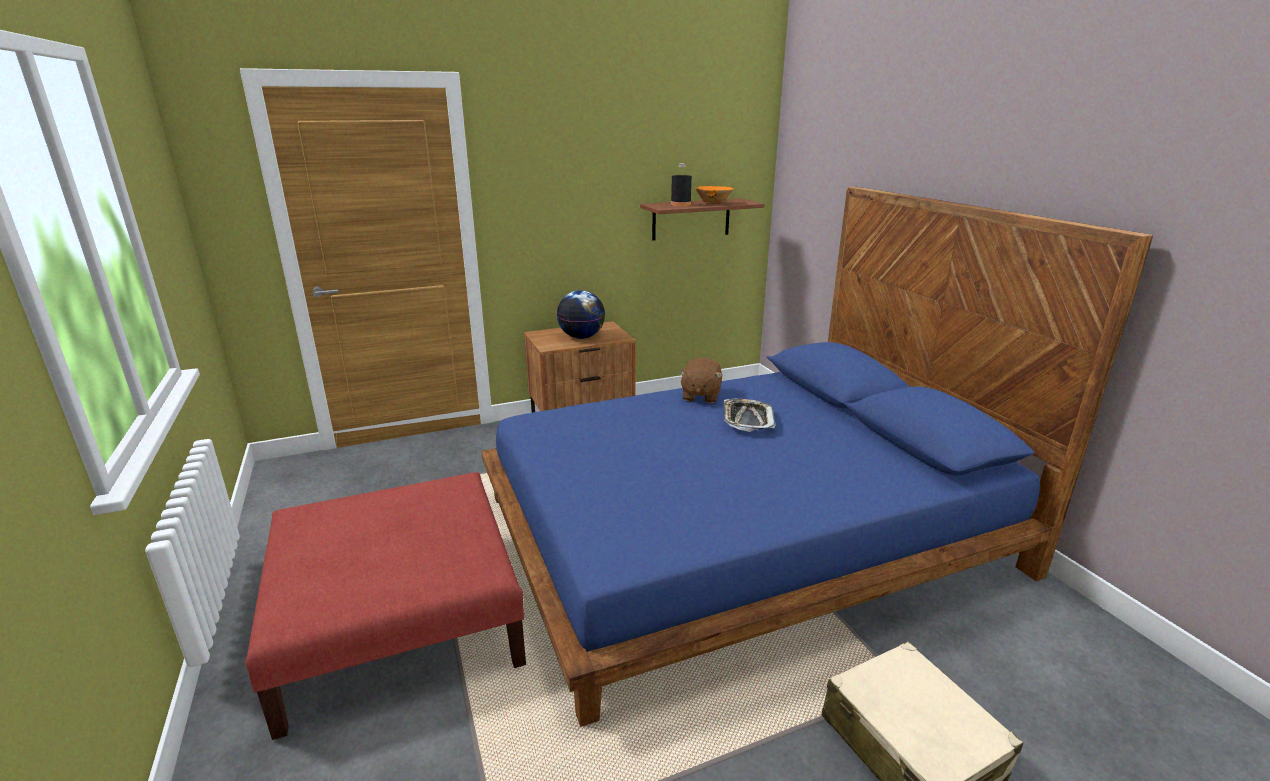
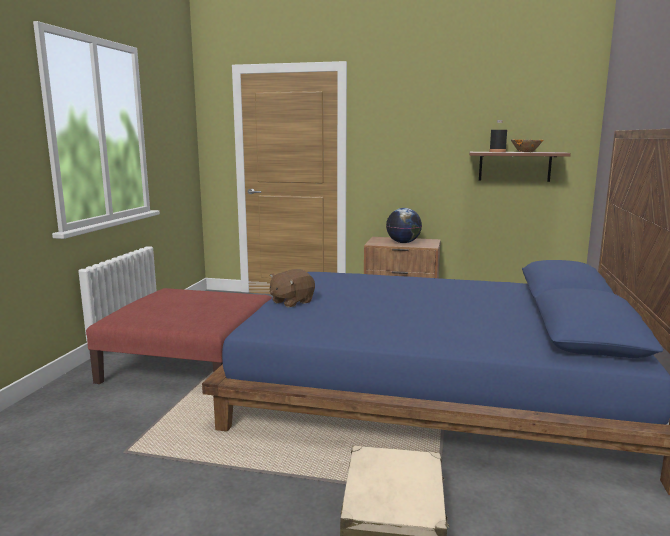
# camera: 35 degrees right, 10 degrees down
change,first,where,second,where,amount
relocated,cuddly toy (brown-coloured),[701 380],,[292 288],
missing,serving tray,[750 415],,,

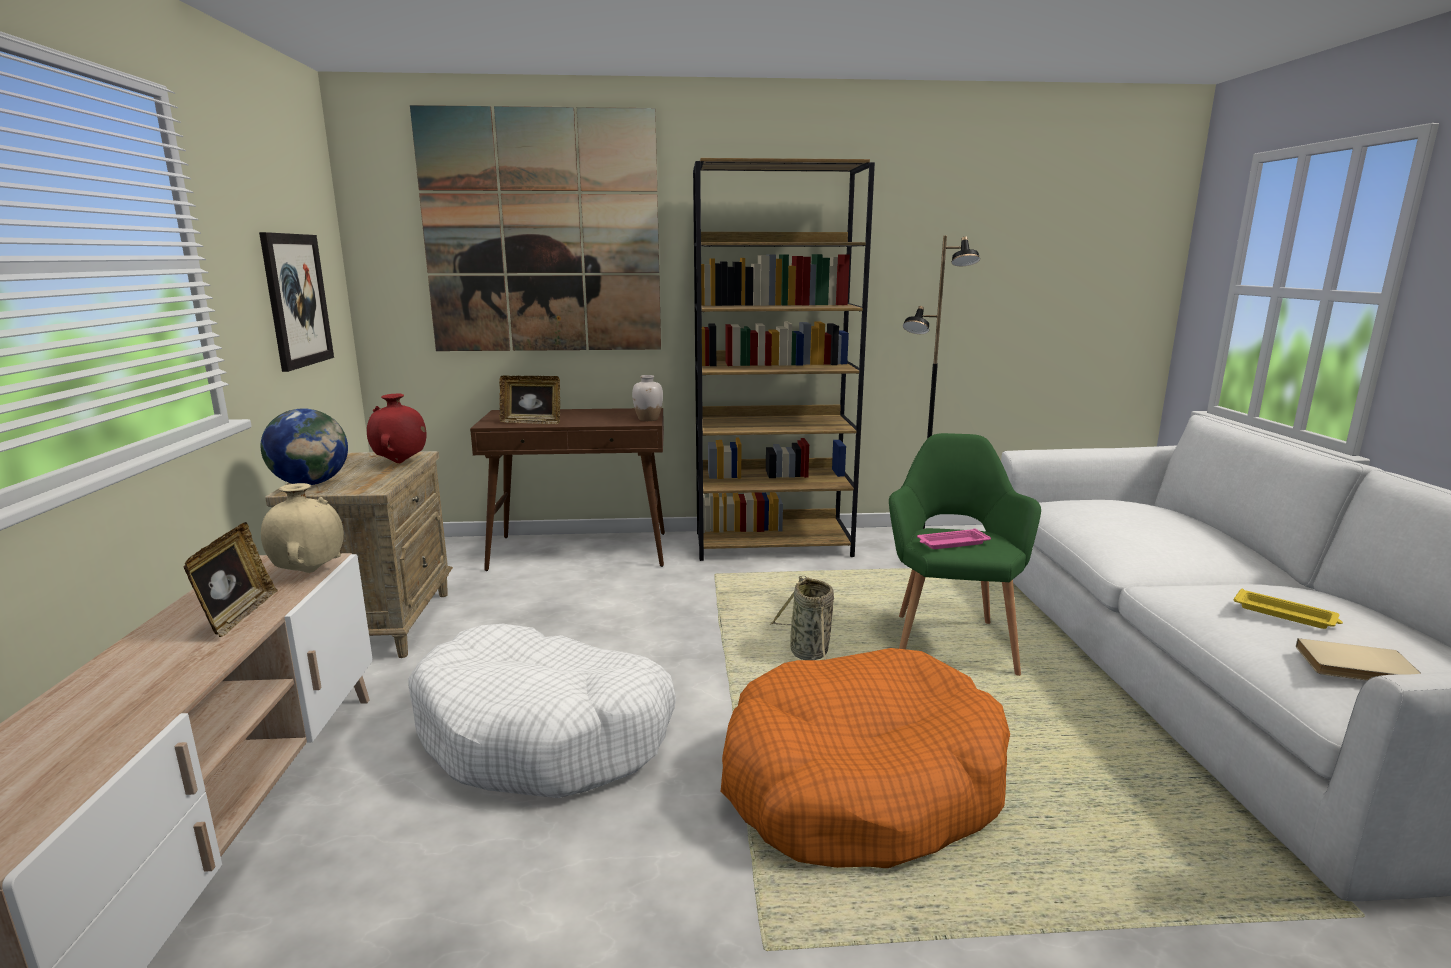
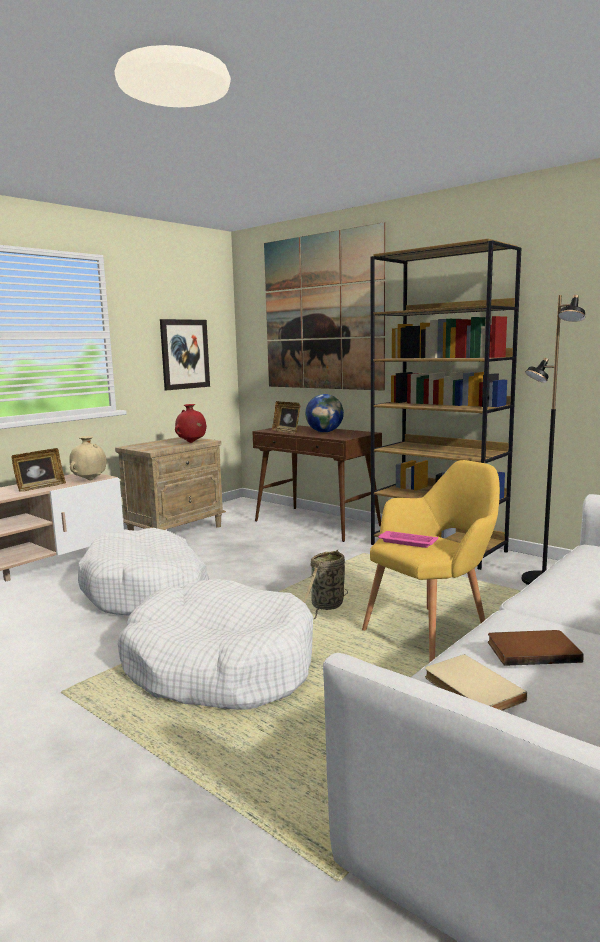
# camera: 45 degrees right, 5 degrees down
change,first,where,second,where,amount
relocated,globe,[304 446],,[324 413],
missing,vase (white),[647 398],,,
colour,pet bed (orange),[865 758],pet bed (white),[215 644],
colour,armchair (green-coloured),[965 554],armchair (yellow-coloured),[431 561],
exchanged,serving tray (yellow-coloured),[1288 609],book (brown-coloured),[536 648],

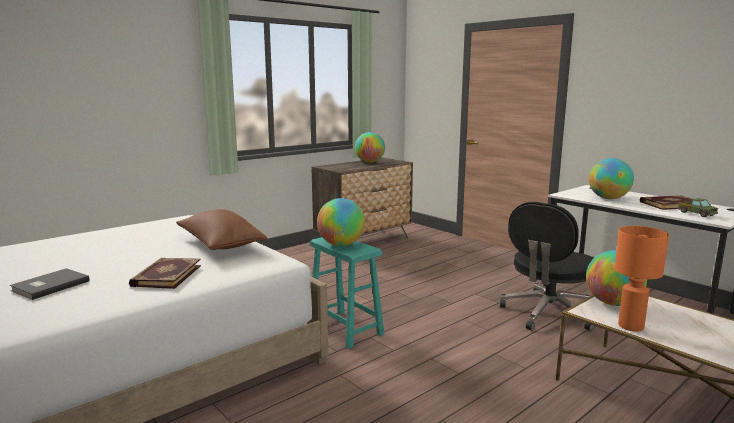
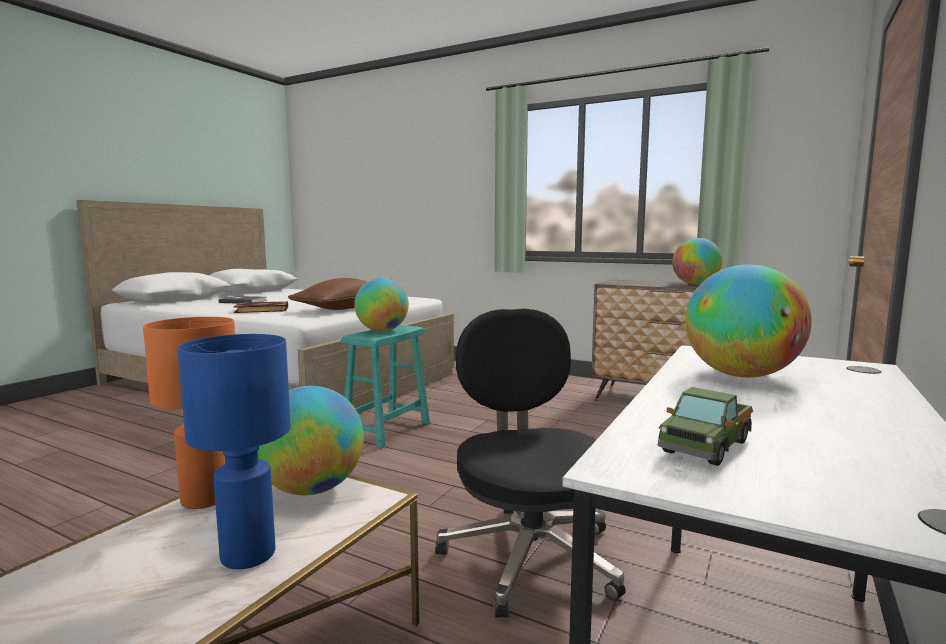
# camera: 70 degrees right, 5 degrees down
change,first,where,second,where,amount
spun,desk chair (black),[546 266],,[530 463],60 degrees clockwise
missing,book,[666 202],,,
appeared,,,lamp for a table (bluish),[234 451],

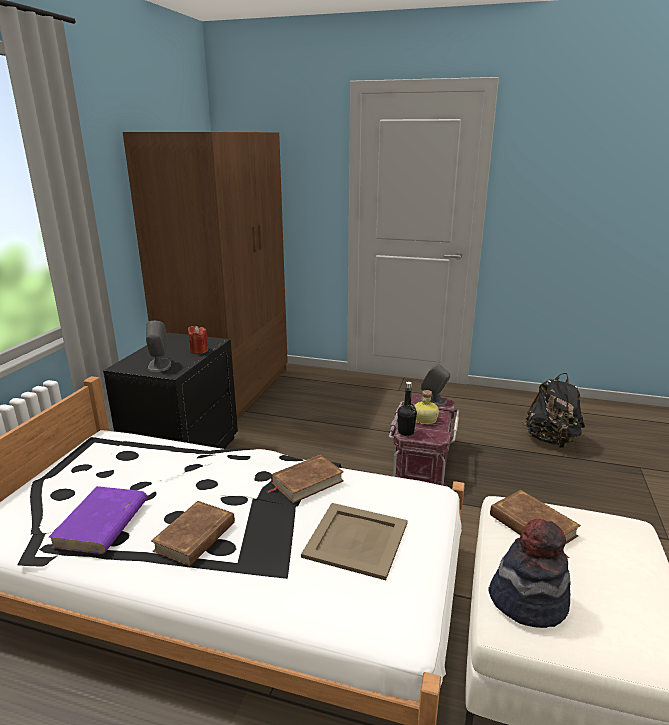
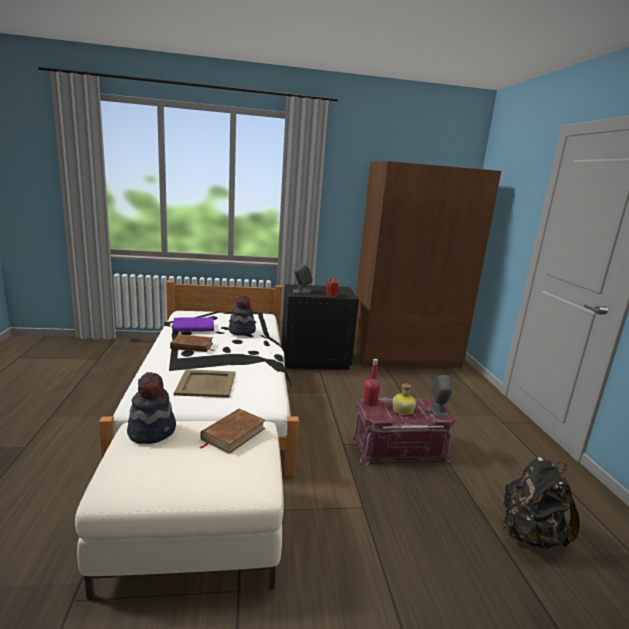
# camera: 65 degrees right, 5 degrees down
change,first,where,second,where,amount
missing,book (brown-coloured),[305 479],,,
colour,drink bottle (black),[407 409],drink bottle (red-coloured),[372 382],
appeared,,,hat,[242 315],

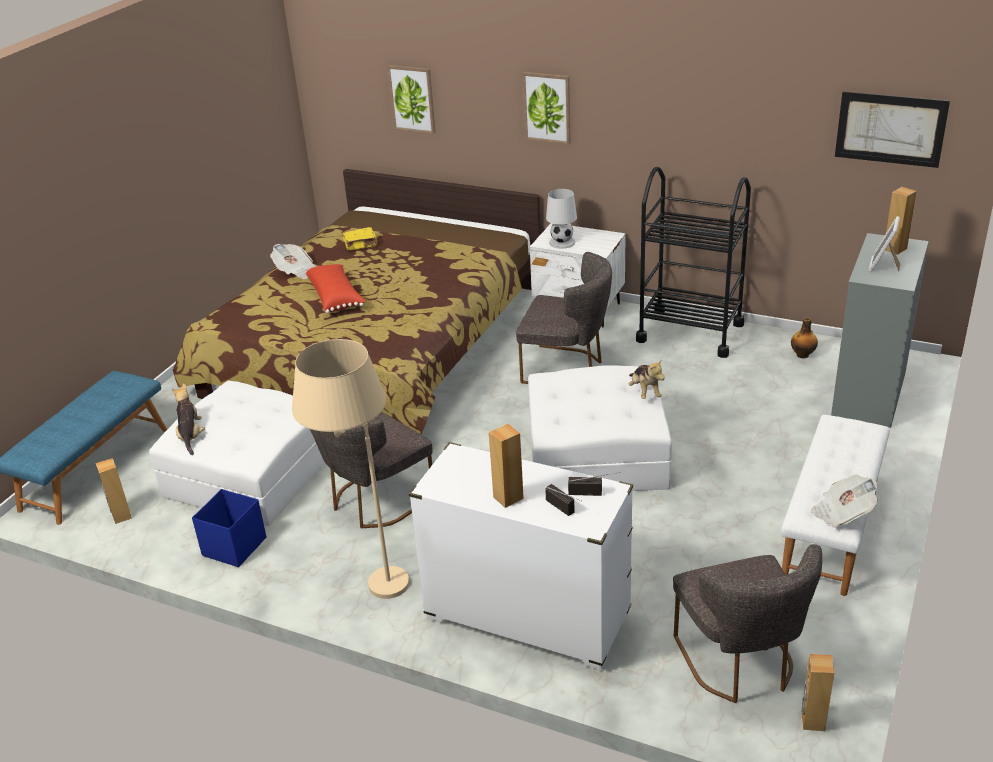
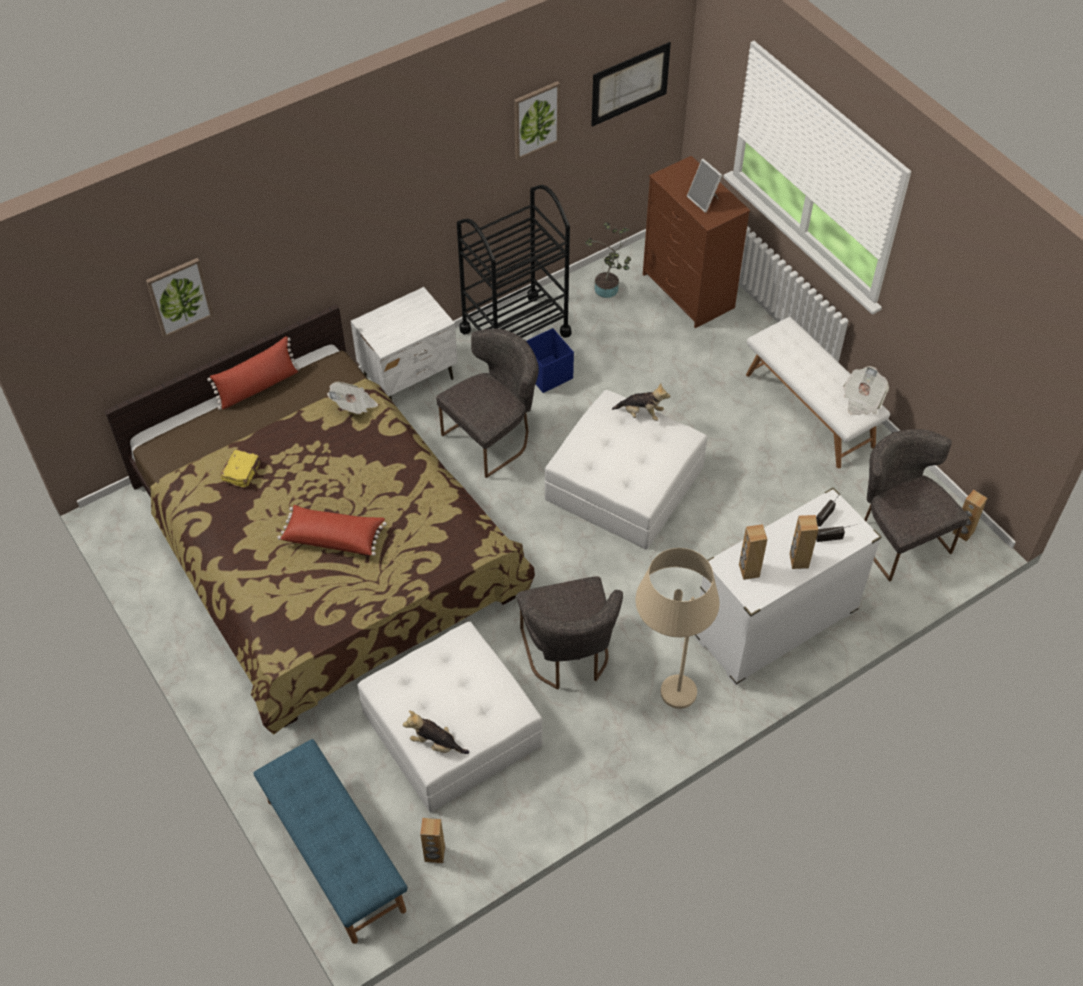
# camera: 60 degrees left, 20 degrees up
change,first,where,second,where,amount
relocated,storage box (bluish),[229 528],,[550 360],
relocated,daily paper,[293 261],,[352 398],
relocated,picture,[546 108],,[537 120],
missing,lamp for a table (white),[561 219],,,
spun,chair (greyish),[747 623],,[916 505],135 degrees counterclockwise
exchanged,drink bottle,[804 337],potted plant,[608 260],
colour,drawer chest (greyish),[880 330],drawer chest (brown-coloured),[696 242],
relocated,loudspeaker (brown-coloured),[901 221],,[753 552],
appeared,,,pillow (red-coloured),[253 373],

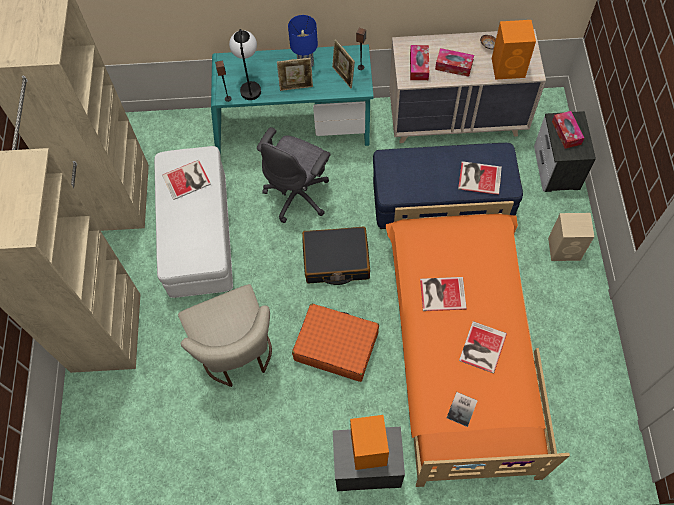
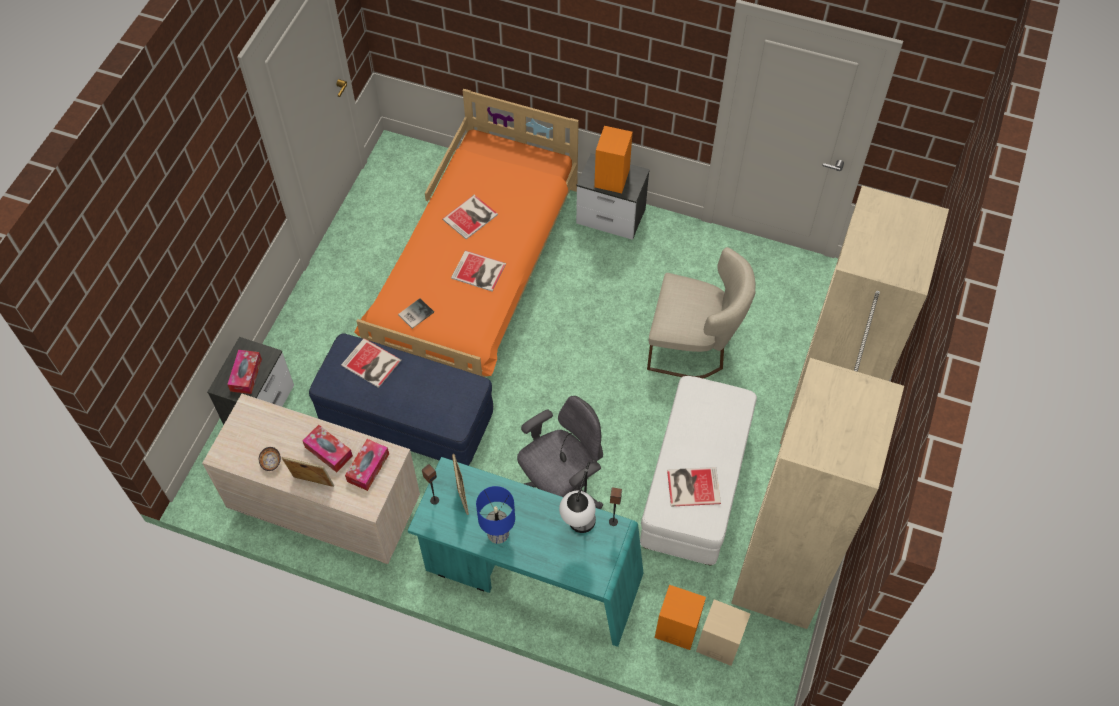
# camera: 160 degrees left, 5 degrees down
change,first,where,second,where,amount
spun,chair (sand-coloured),[225 335],,[701 312],105 degrees clockwise
relocated,photo frame,[295 74],,[308 472],
missing,travel case (orange),[335 343],,,
missing,travel case (black),[336 256],,,
relocated,book,[462 409],,[416 313],
relocated,loudspeaker (orange),[514 50],,[680 617],
relocated,loudspeaker (sand-coloured),[571 237],,[723 632],

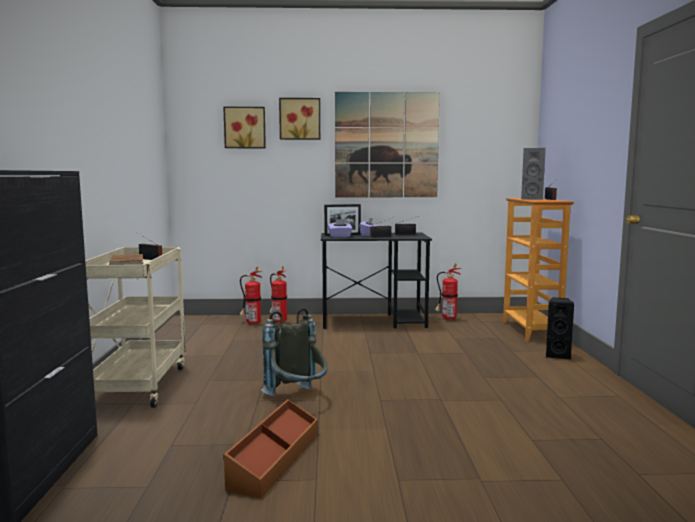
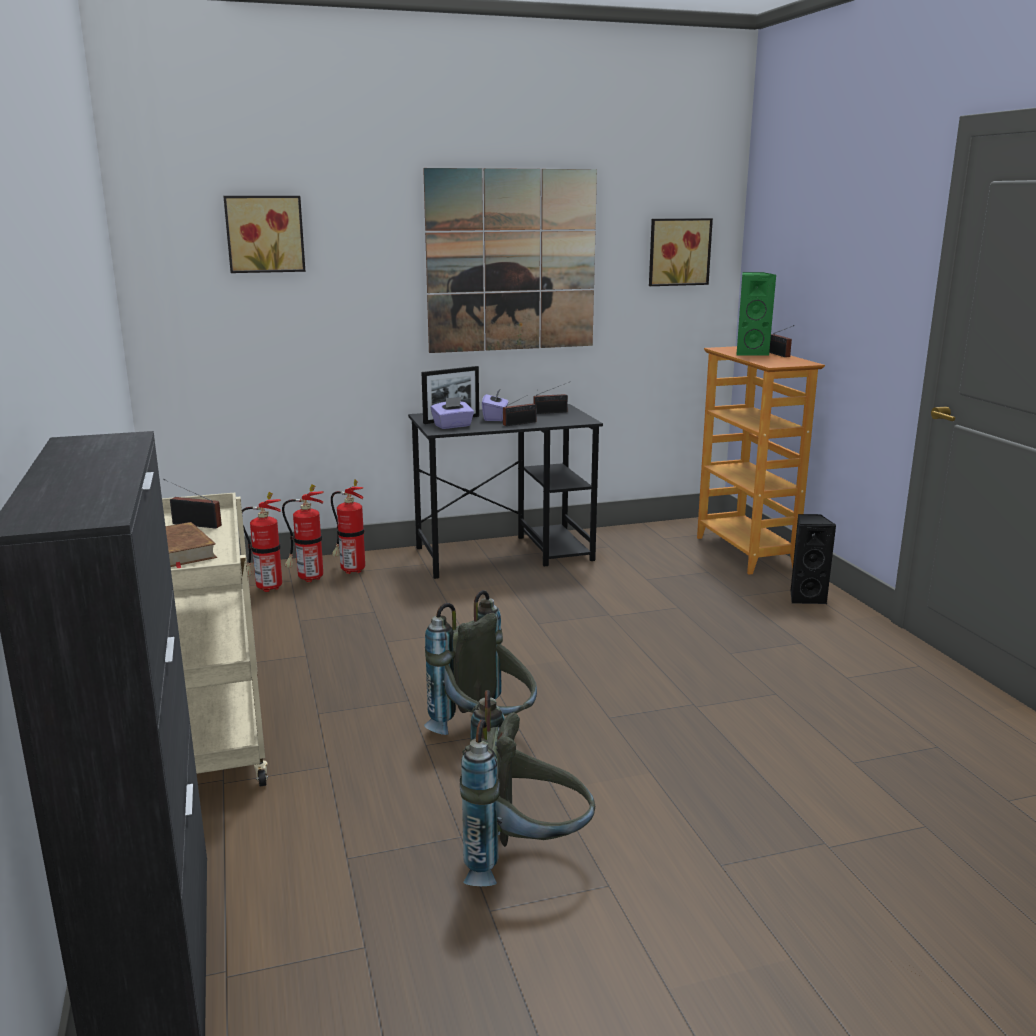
# camera: 15 degrees left, 10 degrees up
change,first,where,second,where,amount
exchanged,storage box (brown-coloured),[270 448],backpack (greyish),[527 788],
relocated,picture,[299 119],,[681 252],
relocated,fire extinguisher,[448 292],,[262 542],
colour,loudspeaker (greyish),[533 174],loudspeaker (green-coloured),[756 314],

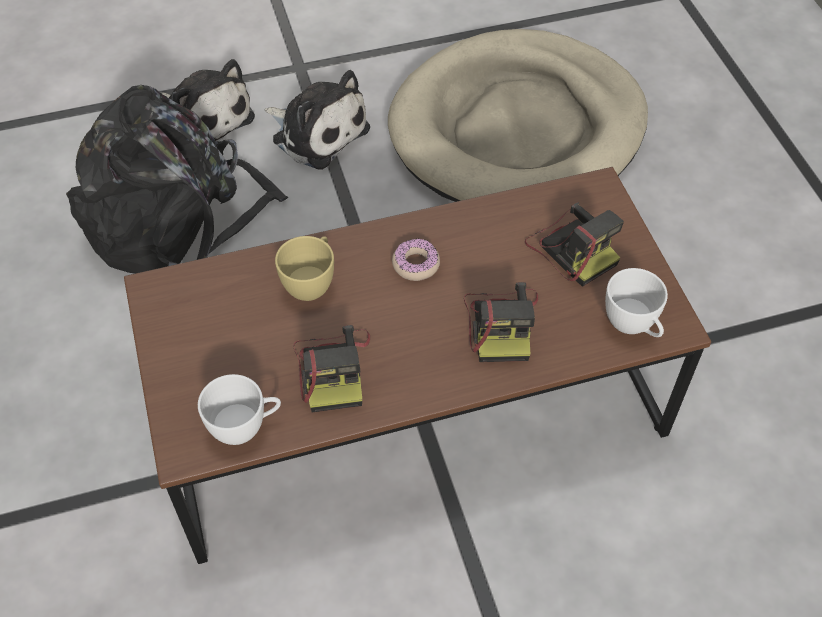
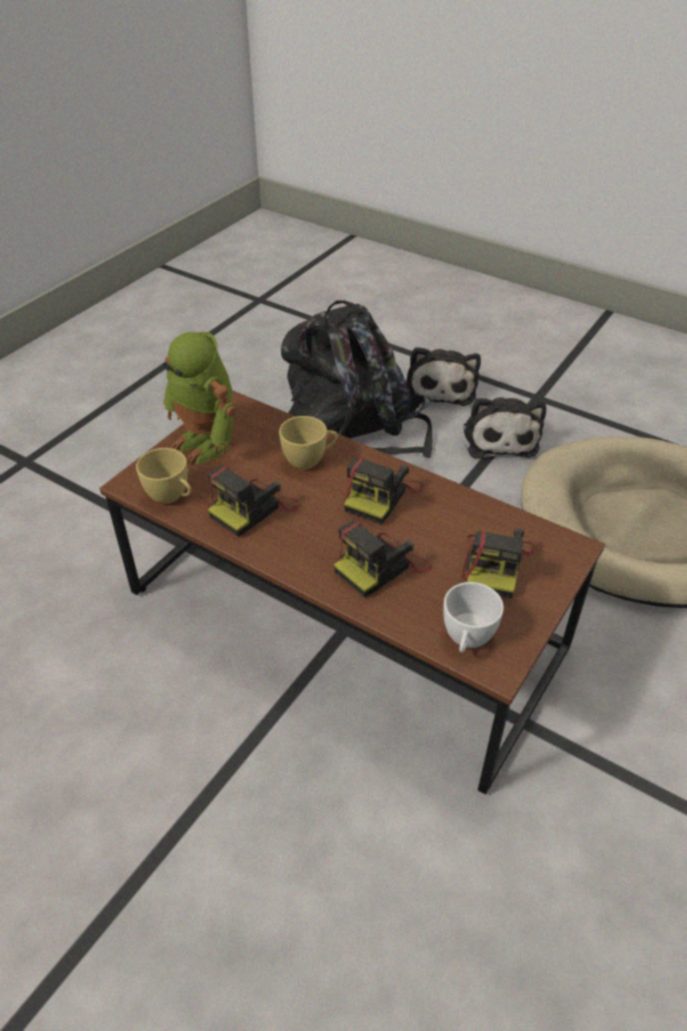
# camera: 50 degrees right, 10 degrees down
change,first,where,second,where,amount
colour,cup (white),[239 409],cup (yellow-coloured),[163 476],
exchanged,donut,[416 259],photo camera,[384 490],
appeared,,,robot figure,[199 398],

